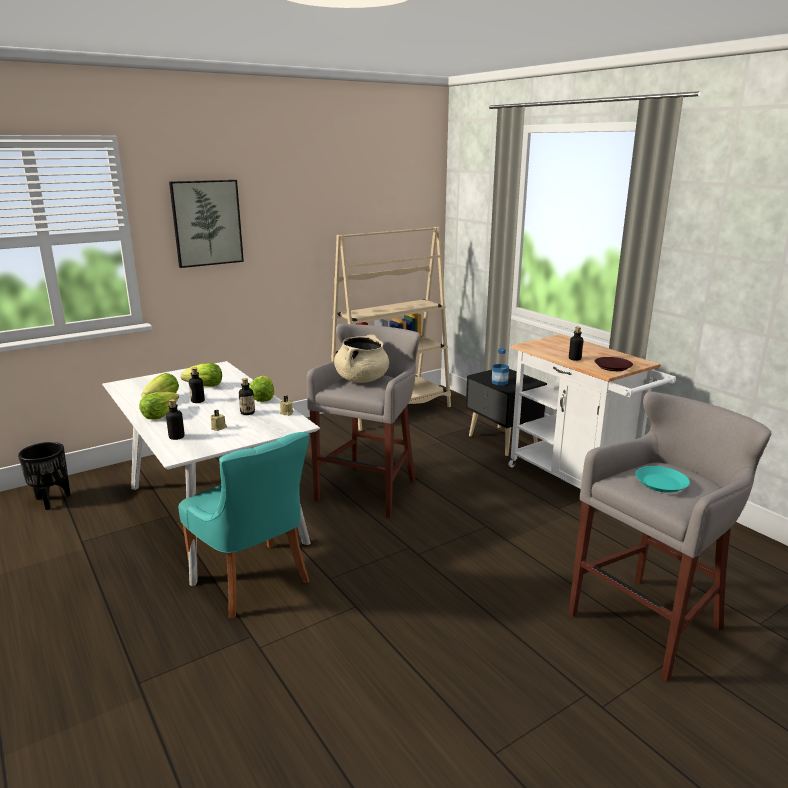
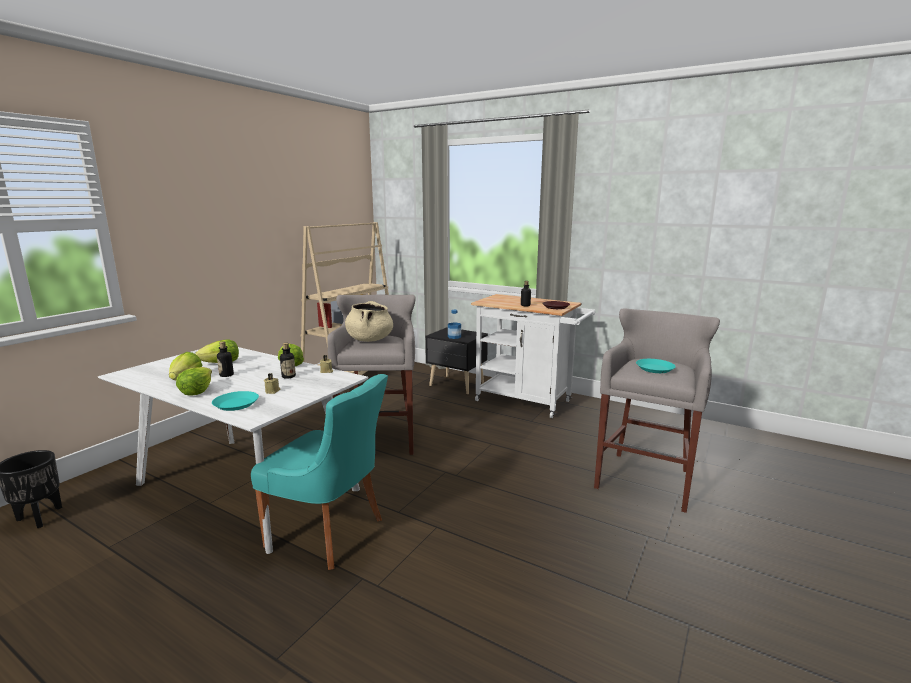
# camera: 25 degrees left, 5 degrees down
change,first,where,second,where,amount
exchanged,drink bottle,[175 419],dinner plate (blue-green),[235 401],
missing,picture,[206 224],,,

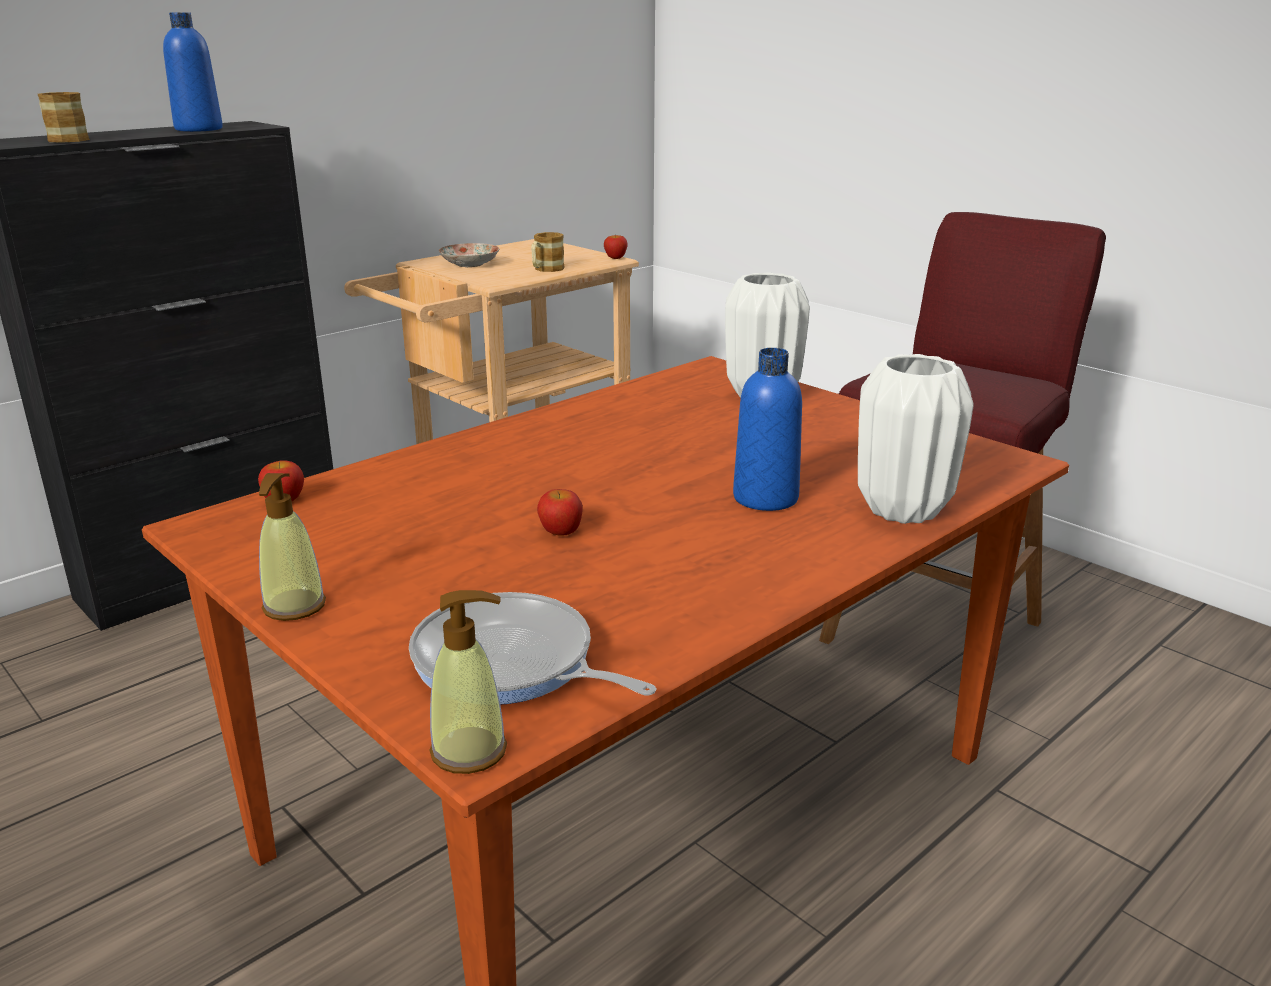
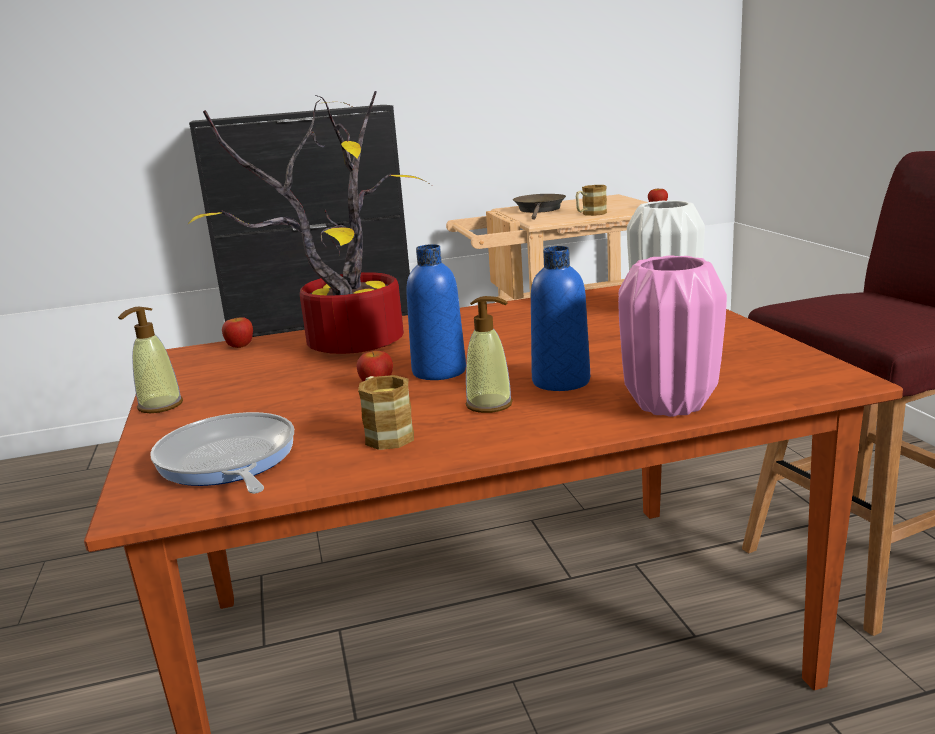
# camera: 30 degrees right, 5 degrees down
change,first,where,second,where,amount
relocated,tea mug,[64 117],,[386 412],
relocated,drink bottle (bluish),[193 72],,[436 312],
relocated,soap dispenser,[468 682],,[489 354],
exchanged,dinner plate,[469 255],pan (brown-coloured),[539 207],
colour,vase (white),[916 439],vase (pinkish),[672 336],
appeared,,,potted plant,[309 222],

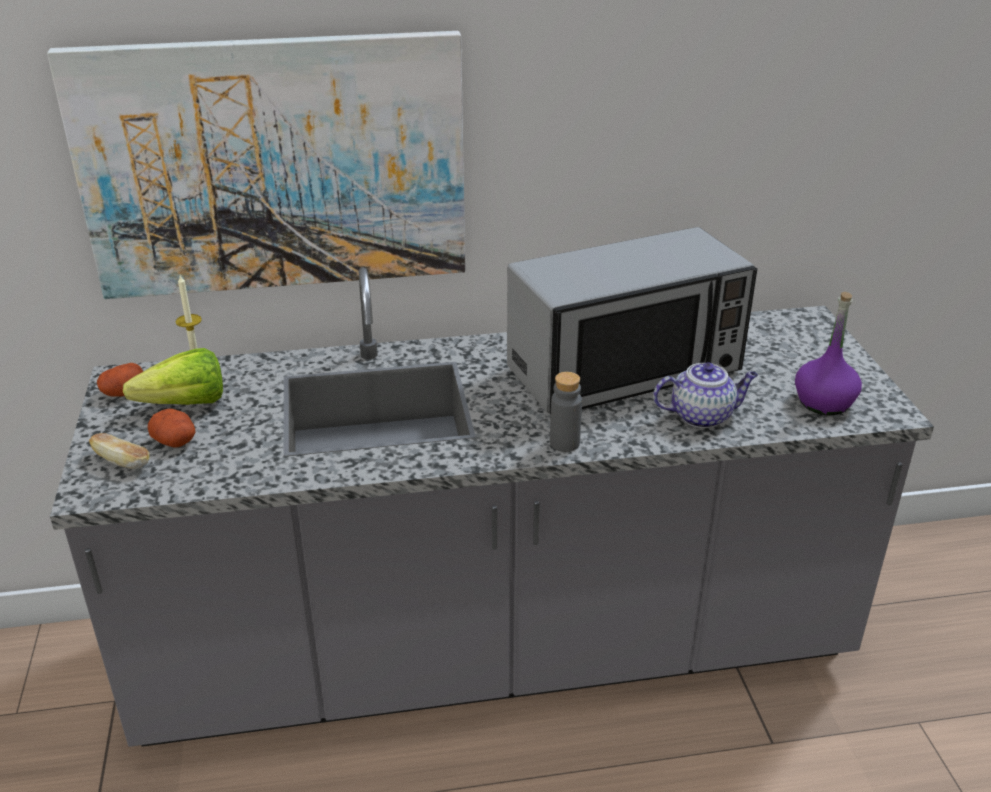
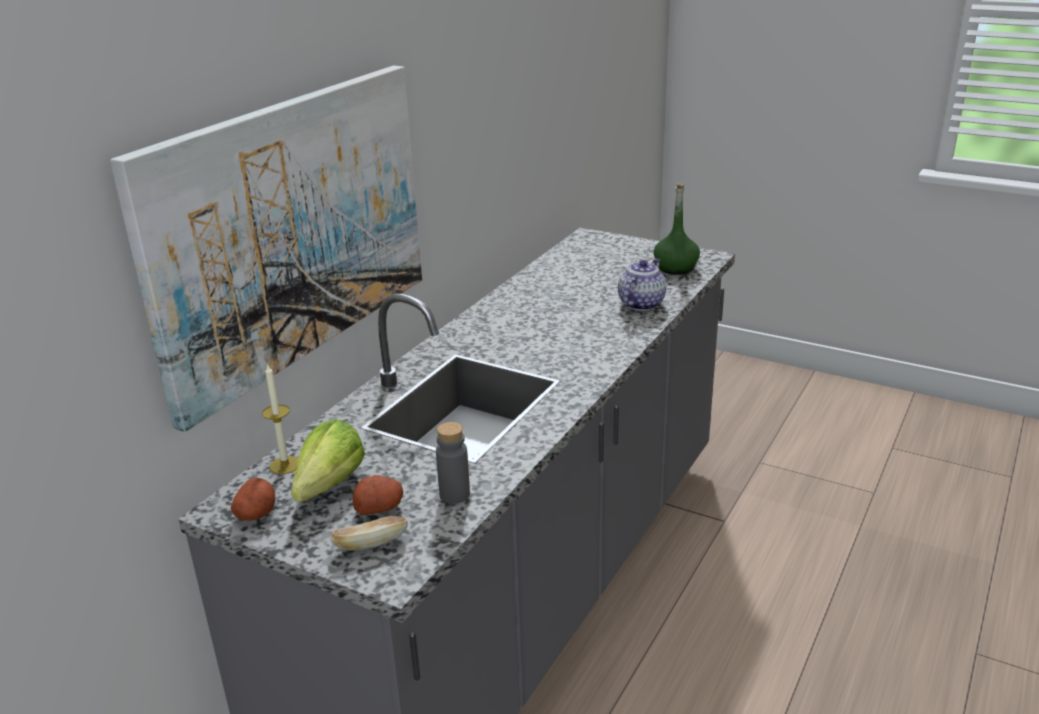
# camera: 50 degrees left, 5 degrees down
change,first,where,second,where,amount
missing,microwave oven,[632 320],,,
relocated,drink bottle (greyish),[566 412],,[453 463],
colour,drink bottle (purple),[828 353],drink bottle (green-coloured),[677 229],

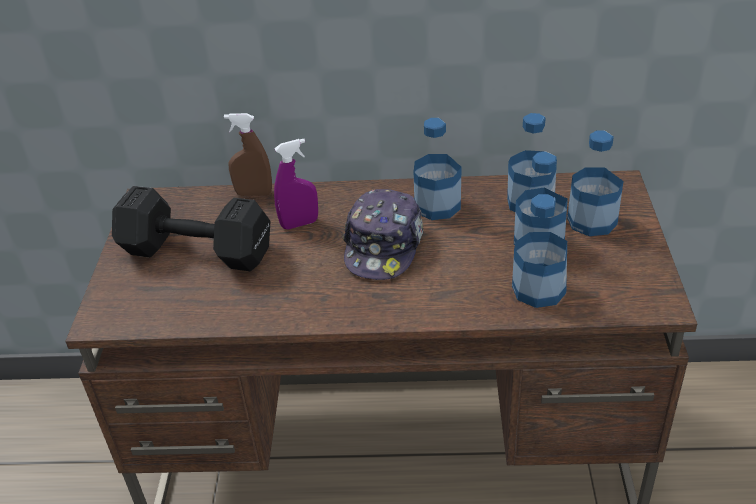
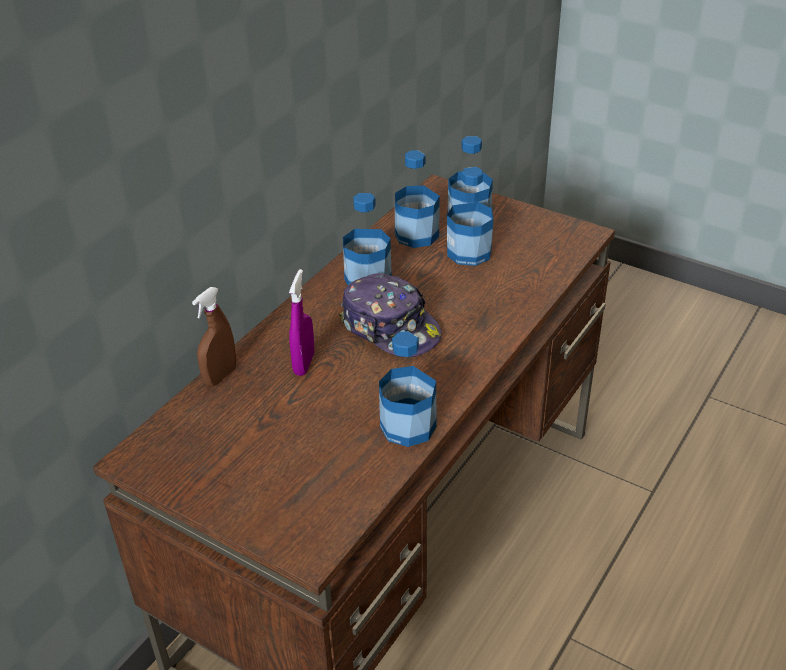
# camera: 60 degrees left, 0 degrees up
change,first,where,second,where,amount
missing,hand weight (black),[191 228],,,
relocated,drink bottle,[539 251],,[407 389],

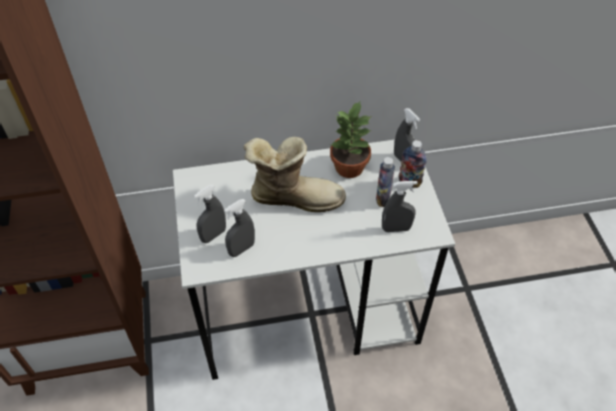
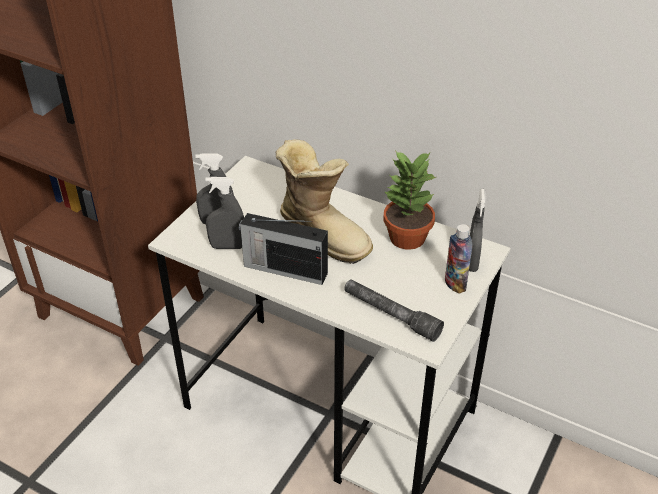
# camera: 40 degrees right, 10 degrees down
change,first,where,second,where,amount
missing,drink bottle,[385 182],,,
exchanged,sprayer (greyish),[400 206],flashlight (greyish),[394 310],
appeared,,,radio,[283 249],

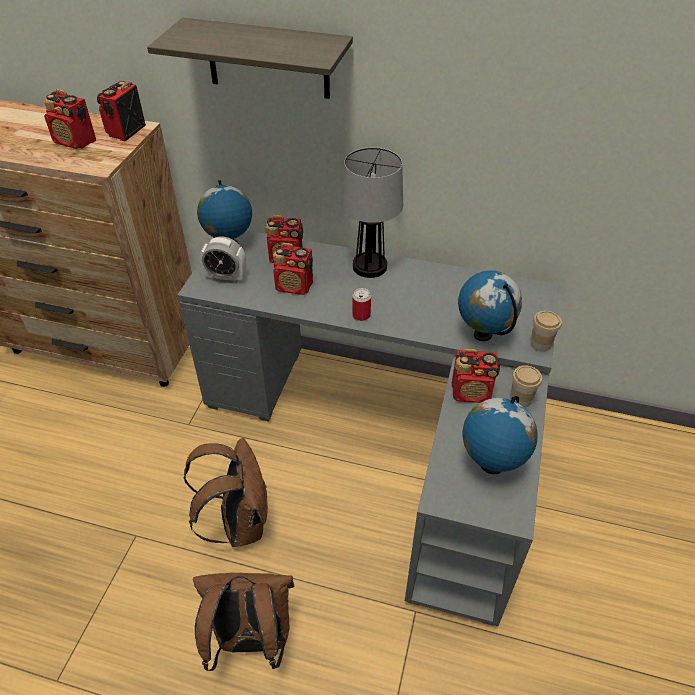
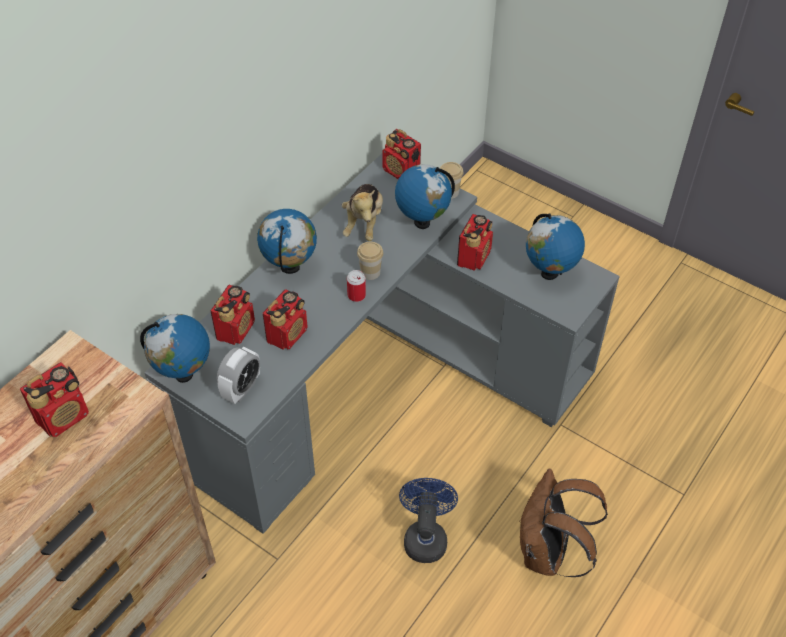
# camera: 70 degrees left, 5 degrees up
change,first,where,second,where,amount
relocated,radio,[121 111],,[401 154],
missing,wall shelf,[250 58],,,
exchanged,backpack (brown-coloured),[226 492],fan (bluish),[428 520],
exchanged,lamp for a table,[372 212],globe,[287 241],
relocated,cup,[526 387],,[370 261],
appeared,,,cuddly toy,[362 212],

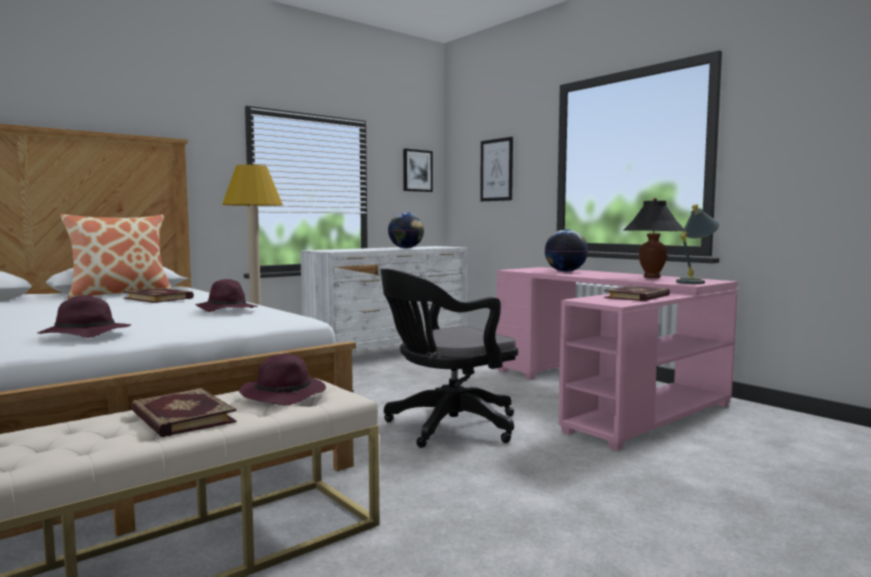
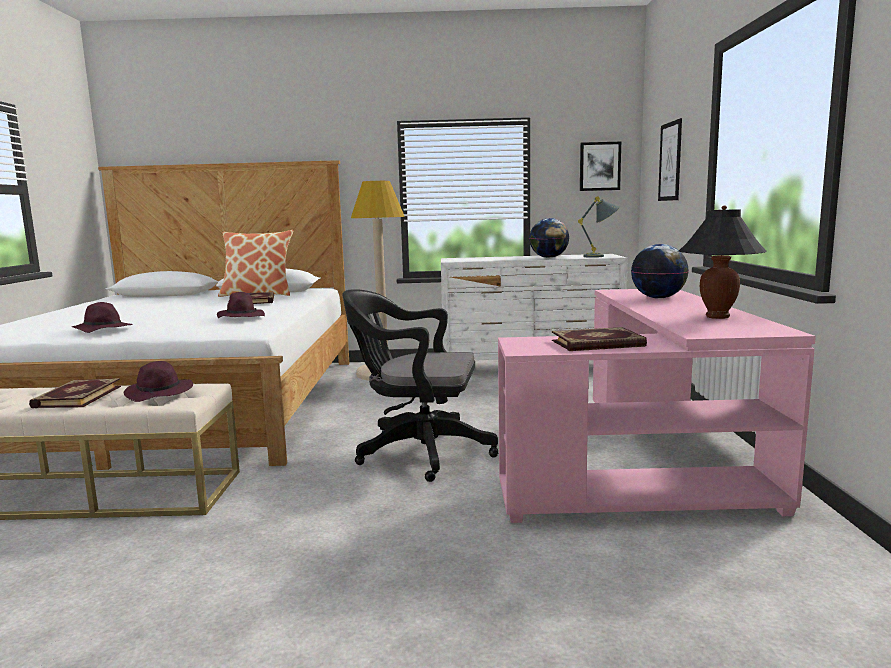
# camera: 40 degrees right, 5 degrees up
change,first,where,second,where,amount
relocated,lamp for a table (greyish),[698 244],,[599 227],

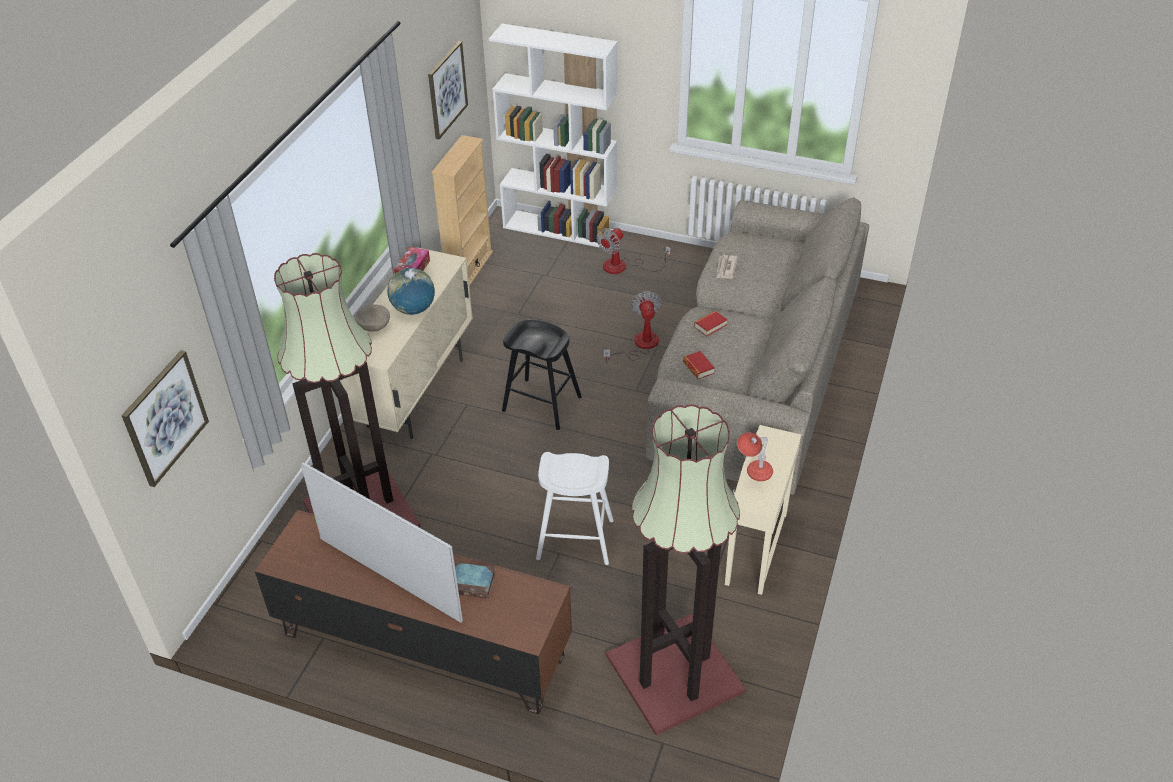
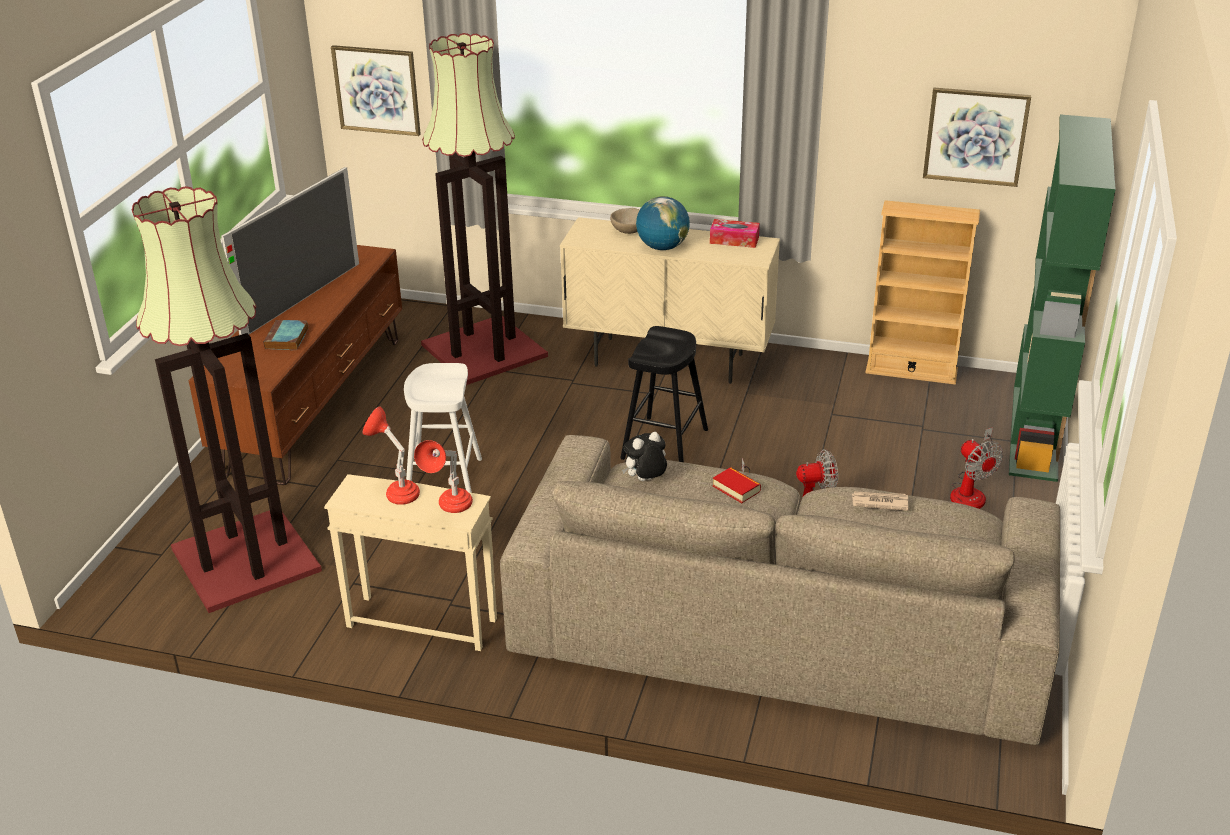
# camera: 85 degrees right, 10 degrees down
change,first,where,second,where,amount
colour,bookcase (white),[553 136],bookcase (green-coloured),[1062 298],
spun,fan,[634 250],,[976 468],150 degrees counterclockwise
exchanged,book,[699 365],cuddly toy,[644 456],
appeared,,,lamp for a table (red-coloured),[443 476],

